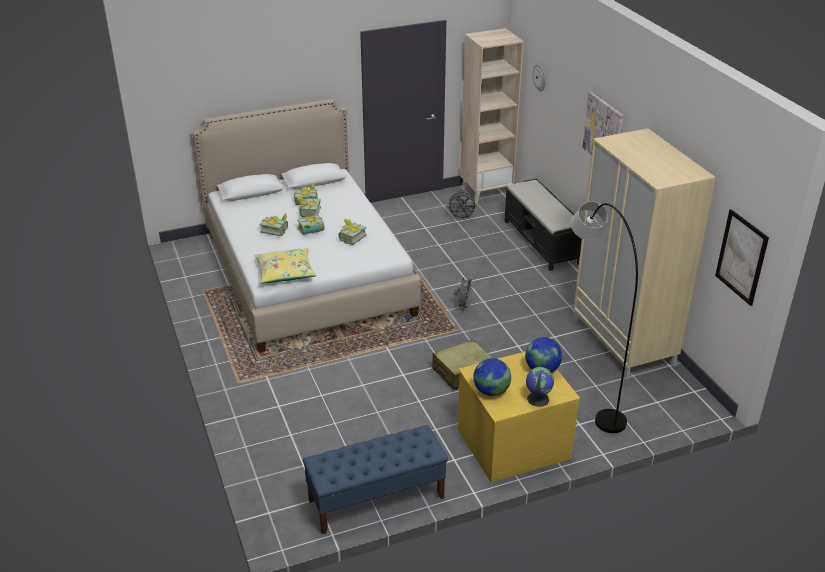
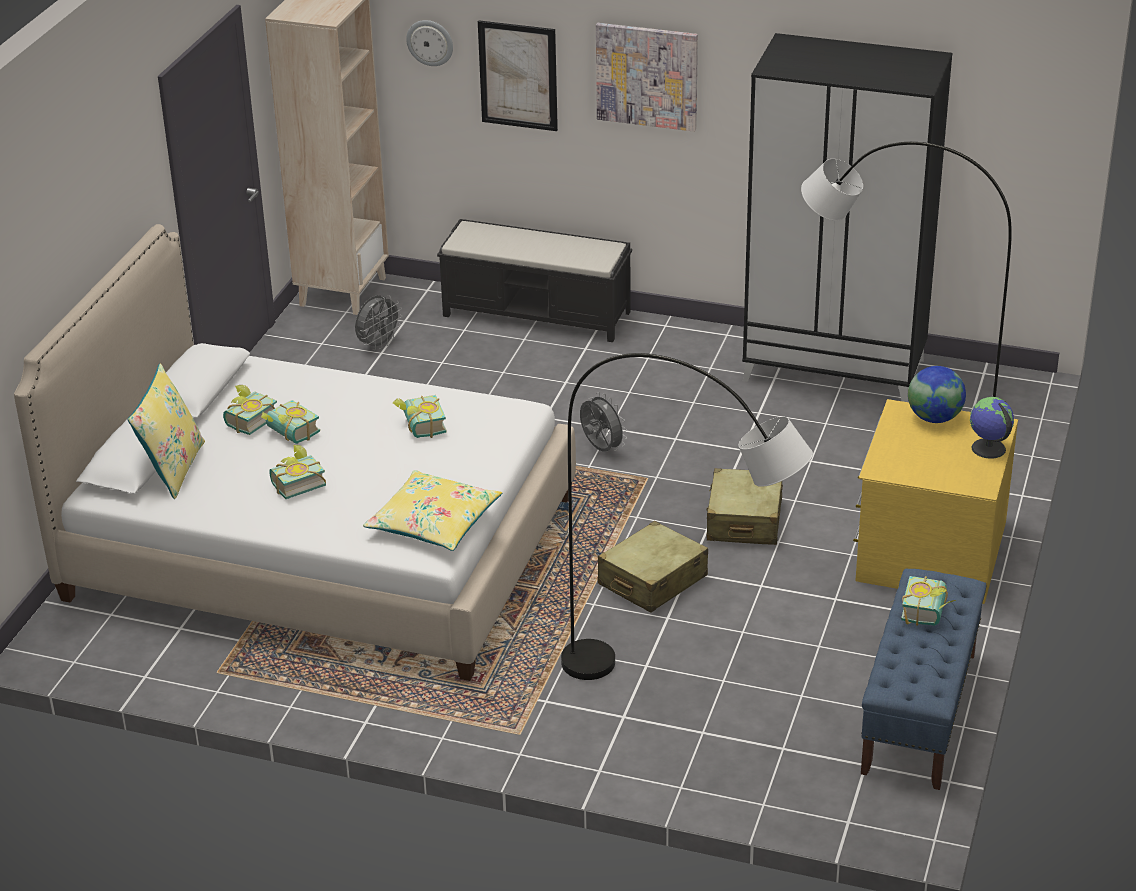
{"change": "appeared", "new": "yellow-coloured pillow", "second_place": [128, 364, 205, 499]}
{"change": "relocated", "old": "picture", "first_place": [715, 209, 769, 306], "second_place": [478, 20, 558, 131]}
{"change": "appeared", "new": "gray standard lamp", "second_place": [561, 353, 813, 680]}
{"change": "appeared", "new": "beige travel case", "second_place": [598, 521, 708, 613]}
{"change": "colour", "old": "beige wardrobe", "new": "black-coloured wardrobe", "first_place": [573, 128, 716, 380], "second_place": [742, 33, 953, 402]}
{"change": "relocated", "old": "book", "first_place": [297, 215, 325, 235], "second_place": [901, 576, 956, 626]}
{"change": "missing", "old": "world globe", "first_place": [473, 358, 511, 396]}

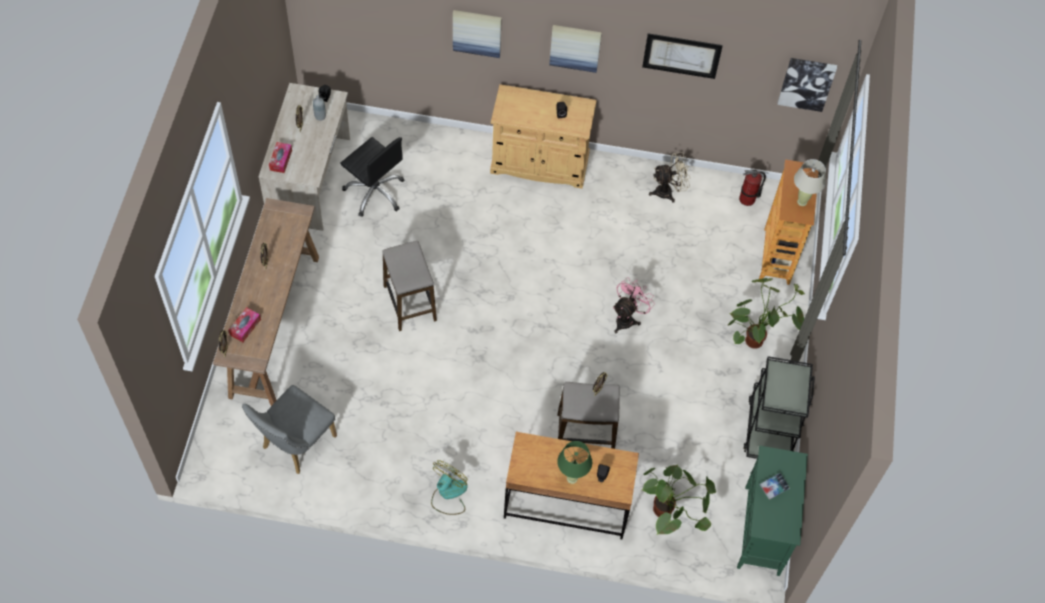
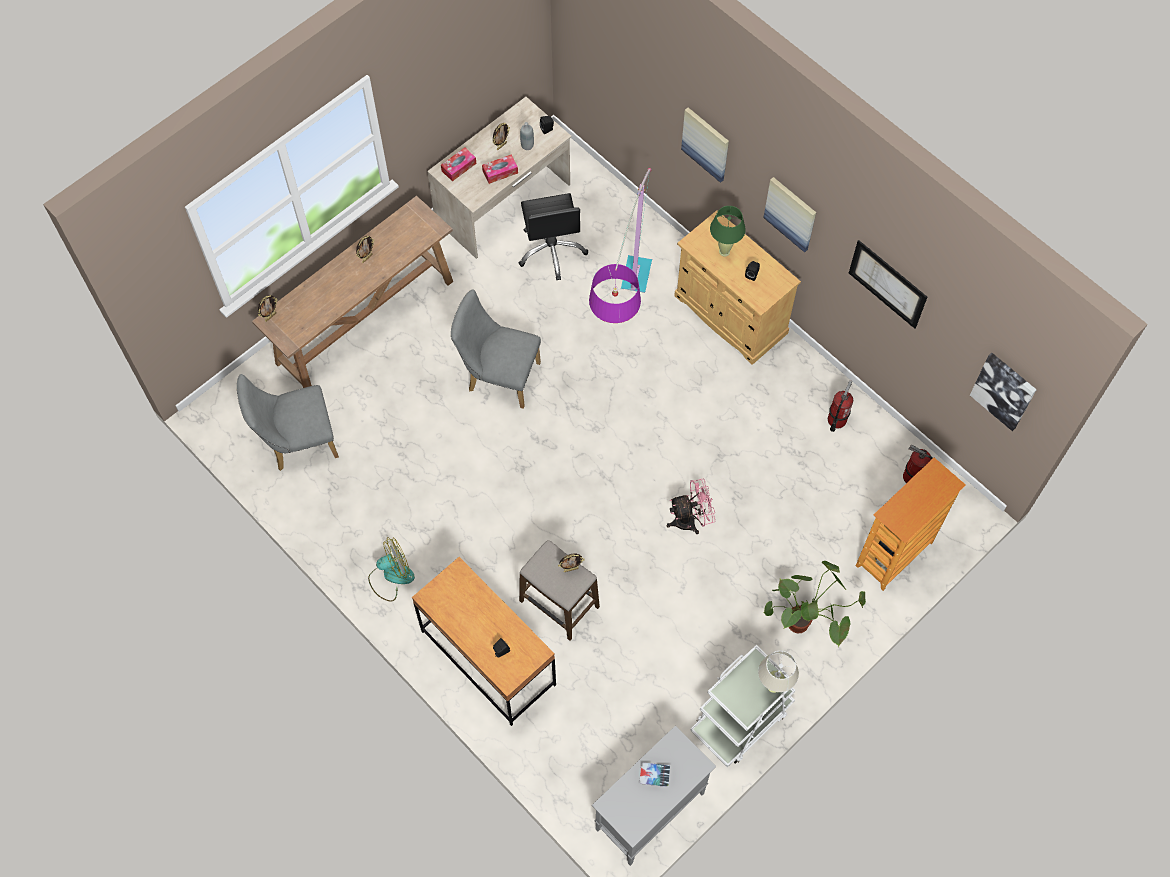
{"change": "exchanged", "old": "stool", "new": "gray chair", "first_place": [382, 241, 437, 331], "second_place": [451, 289, 541, 409]}
{"change": "relocated", "old": "box of tissues", "first_place": [228, 307, 261, 342], "second_place": [482, 155, 518, 184]}
{"change": "appeared", "new": "standard lamp", "second_place": [589, 168, 652, 323]}
{"change": "colour", "old": "greenish cabinet", "new": "gray cabinet", "first_place": [737, 446, 808, 576], "second_place": [592, 726, 716, 866]}
{"change": "colour", "old": "black-coloured cart", "new": "white-coloured cart", "first_place": [743, 356, 814, 459], "second_place": [691, 645, 795, 767]}
{"change": "relocated", "old": "greenish table lamp", "first_place": [557, 441, 592, 484], "second_place": [710, 206, 746, 256]}
{"change": "relocated", "old": "beige table lamp", "first_place": [794, 159, 826, 206], "second_place": [758, 651, 799, 693]}
{"change": "exchanged", "old": "beige electric fan", "new": "extinguisher", "first_place": [649, 152, 690, 203], "second_place": [828, 380, 853, 432]}
{"change": "missing", "old": "plant in a pot", "first_place": [642, 465, 716, 535]}

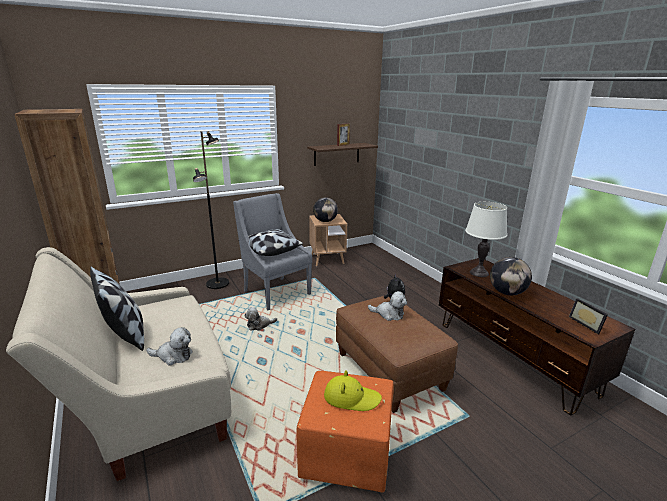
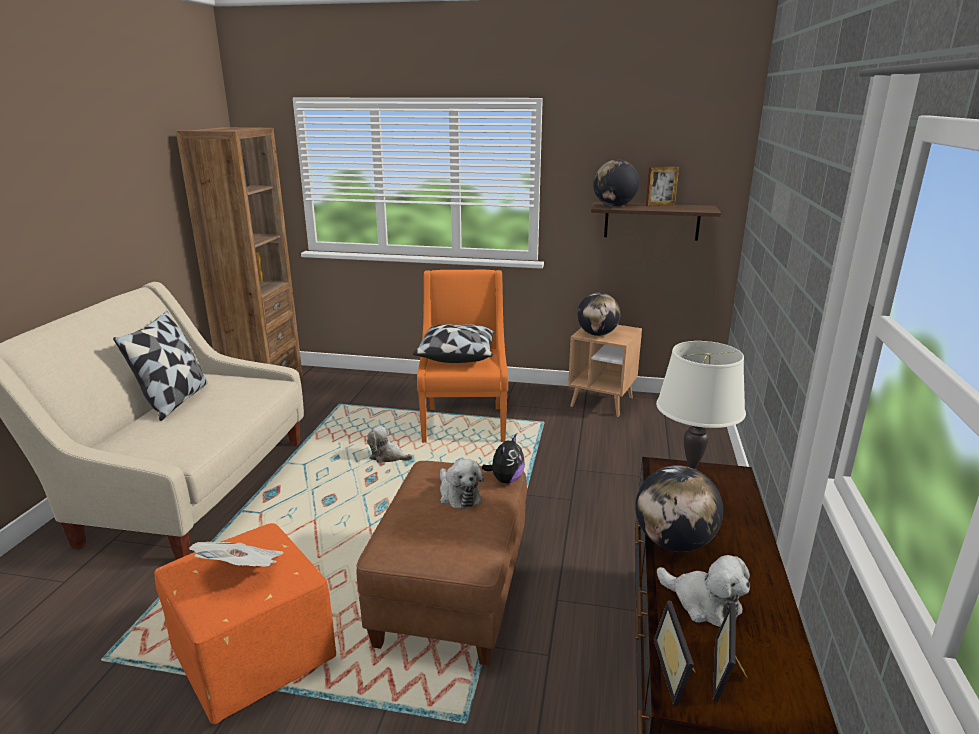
{"change": "exchanged", "old": "yellow-coloured hat", "new": "daily paper", "first_place": [324, 370, 382, 411], "second_place": [189, 542, 284, 567]}
{"change": "colour", "old": "gray easy chair", "new": "orange easy chair", "first_place": [233, 193, 312, 310], "second_place": [417, 270, 508, 443]}
{"change": "appeared", "new": "world globe", "second_place": [593, 160, 639, 207]}
{"change": "appeared", "new": "standing frame", "second_place": [654, 601, 696, 706]}
{"change": "relocated", "old": "plush toy", "first_place": [146, 327, 193, 365], "second_place": [657, 555, 750, 627]}
{"change": "missing", "old": "black-coloured standard lamp", "first_place": [193, 131, 229, 289]}

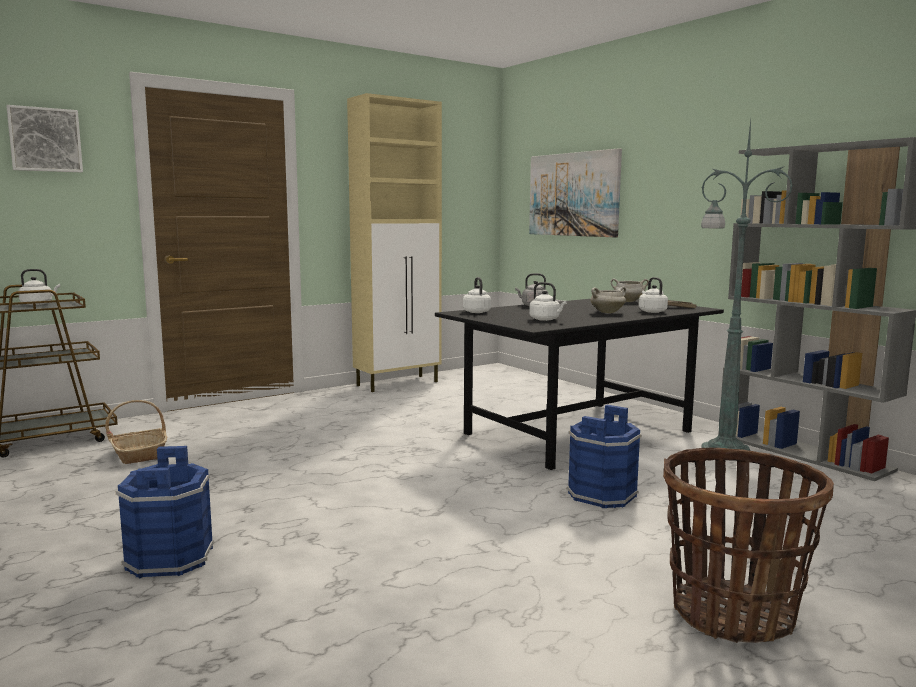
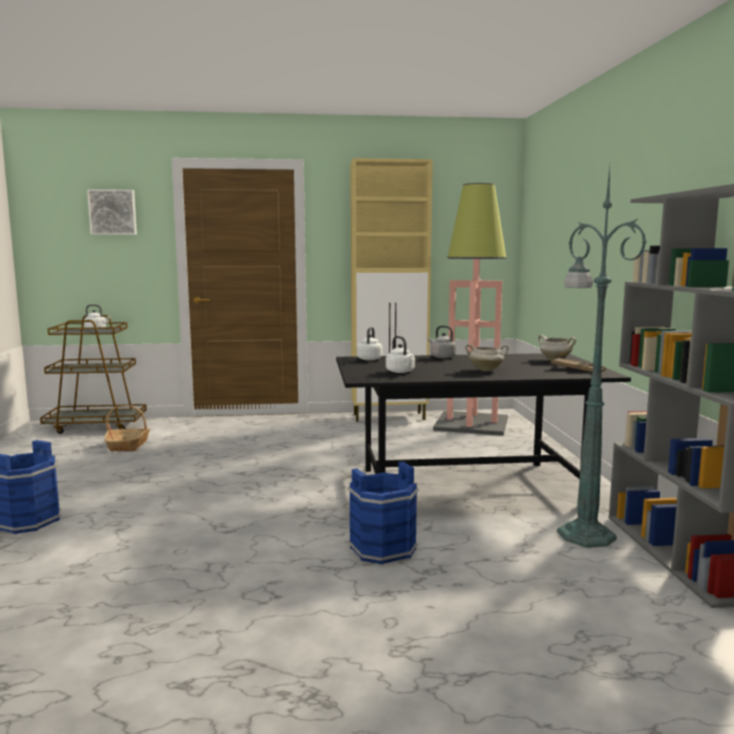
{"change": "appeared", "new": "standard lamp", "second_place": [433, 183, 508, 436]}
{"change": "missing", "old": "picture", "first_place": [529, 148, 622, 237]}
{"change": "missing", "old": "white-coloured water kettle", "first_place": [639, 277, 668, 313]}
{"change": "missing", "old": "basket", "first_place": [663, 448, 834, 643]}

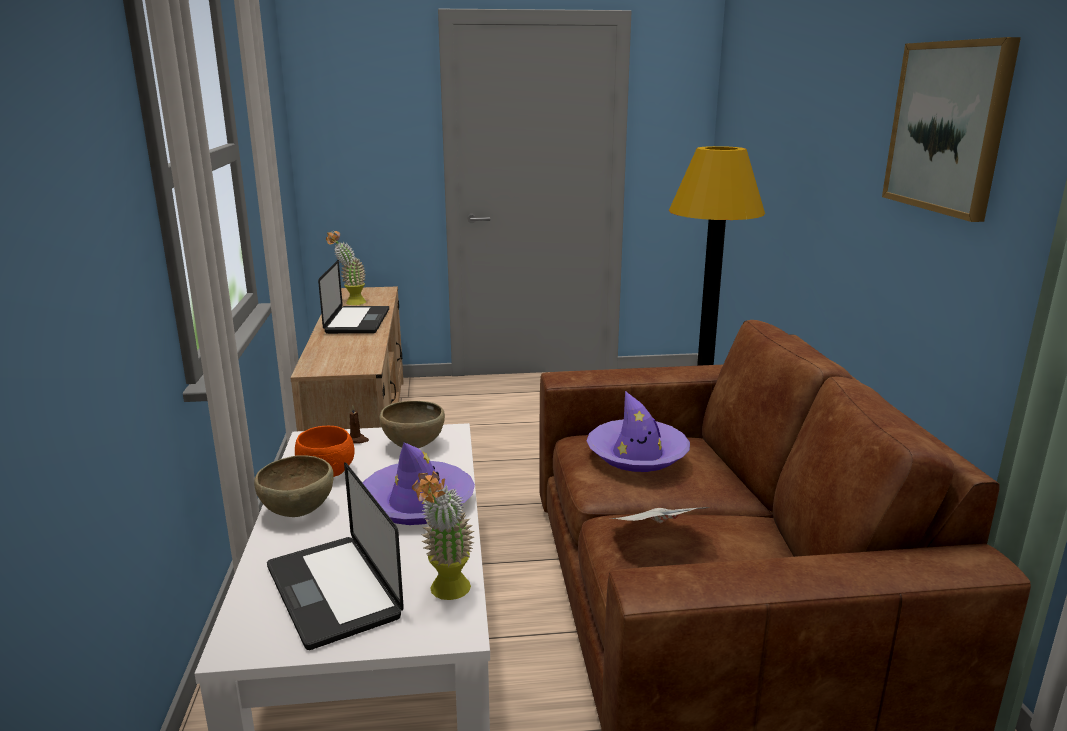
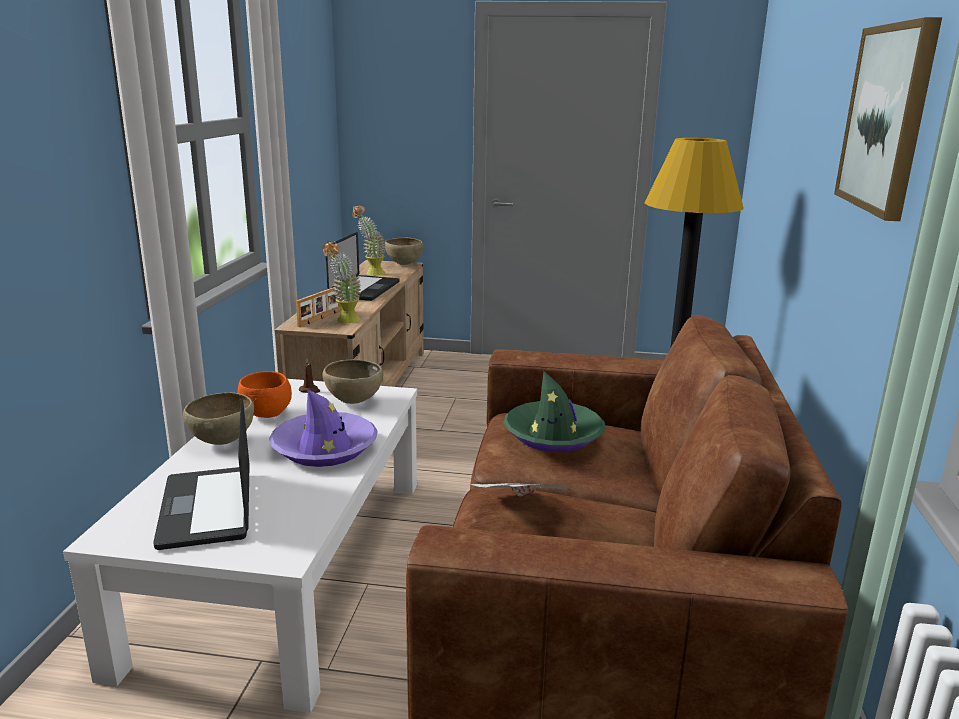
{"change": "appeared", "new": "standing frame", "second_place": [296, 287, 342, 327]}
{"change": "relocated", "old": "plant in a pot", "first_place": [412, 470, 474, 600], "second_place": [322, 241, 361, 323]}
{"change": "appeared", "new": "brownish serving bowl", "second_place": [385, 237, 423, 265]}
{"change": "colour", "old": "purplish hat", "new": "greenish hat", "first_place": [587, 391, 690, 472], "second_place": [503, 371, 605, 452]}

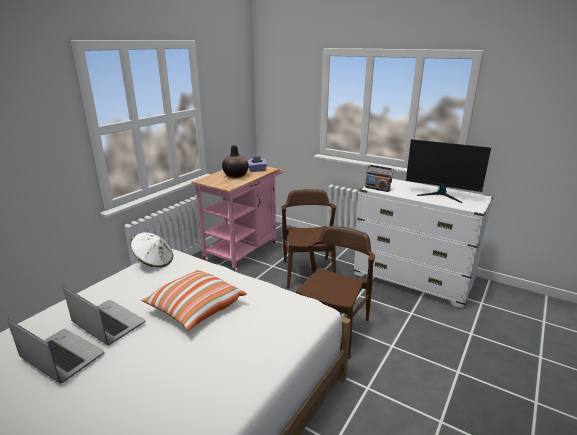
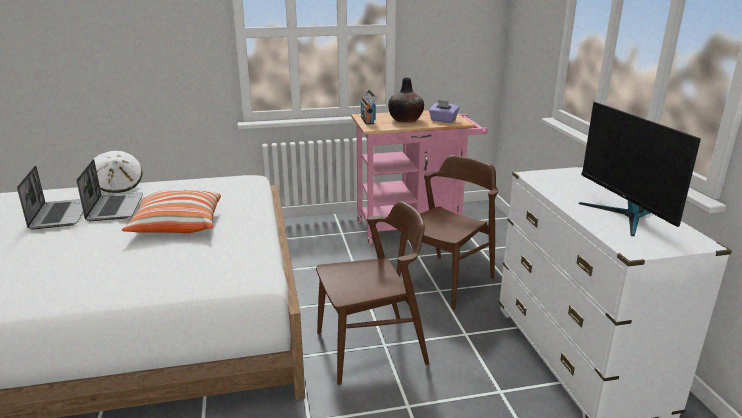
{"change": "relocated", "old": "white-coloured hat", "first_place": [130, 232, 173, 268], "second_place": [94, 151, 143, 193]}
{"change": "relocated", "old": "radio set", "first_place": [365, 165, 394, 192], "second_place": [361, 90, 376, 125]}

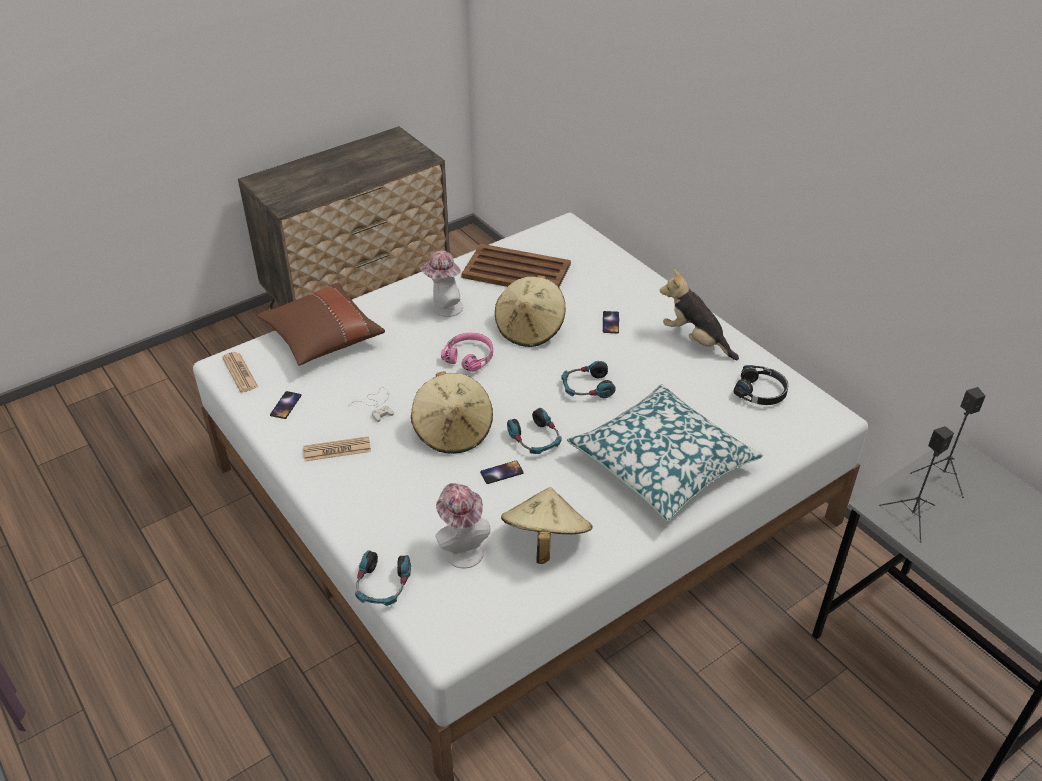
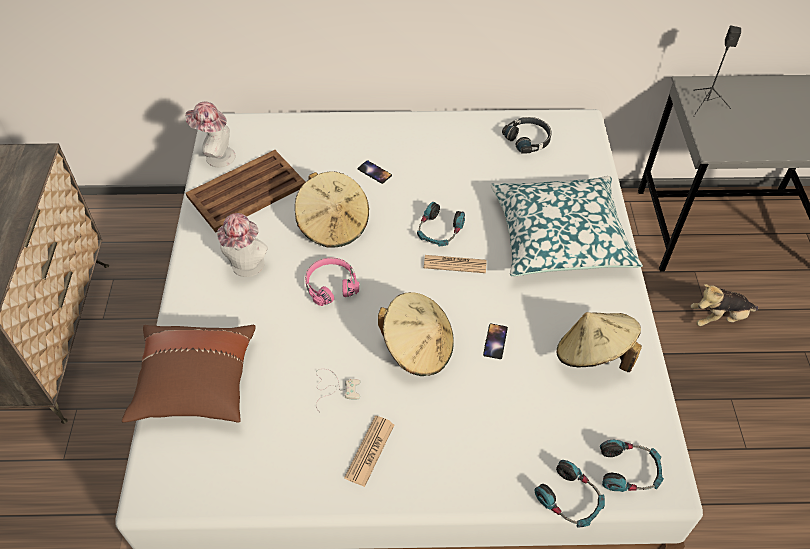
{"change": "relocated", "old": "hat", "first_place": [435, 483, 491, 568], "second_place": [185, 102, 236, 167]}
{"change": "relocated", "old": "daily paper", "first_place": [222, 352, 258, 392], "second_place": [424, 255, 487, 273]}
{"change": "relocated", "old": "pair of headphones", "first_place": [507, 408, 562, 454], "second_place": [600, 440, 664, 492]}
{"change": "relocated", "old": "plush toy", "first_place": [660, 269, 739, 360], "second_place": [691, 284, 758, 326]}
{"change": "missing", "old": "handset", "first_place": [270, 391, 301, 419]}
{"change": "missing", "old": "black-coloured loudspeaker", "first_place": [879, 426, 954, 542]}

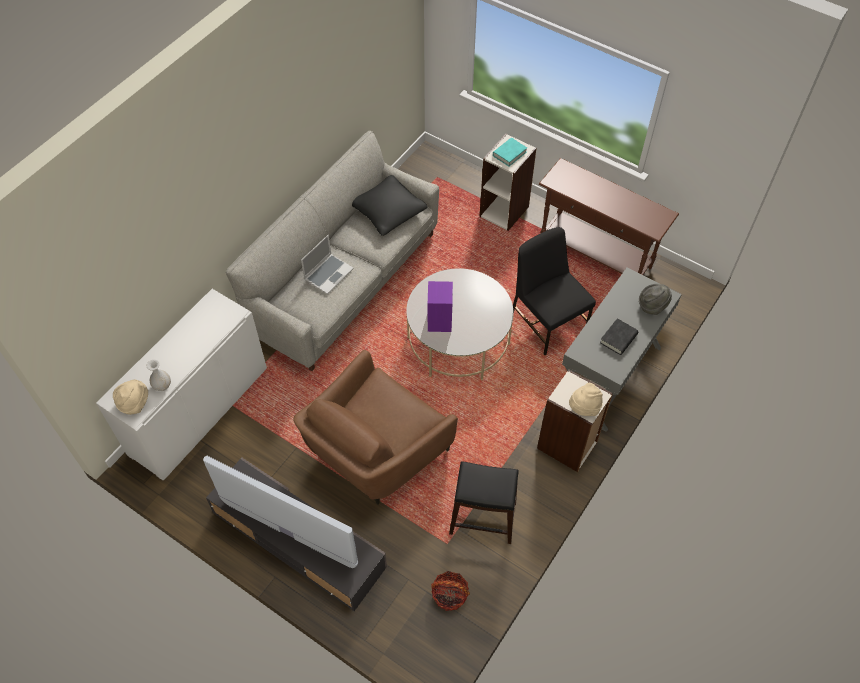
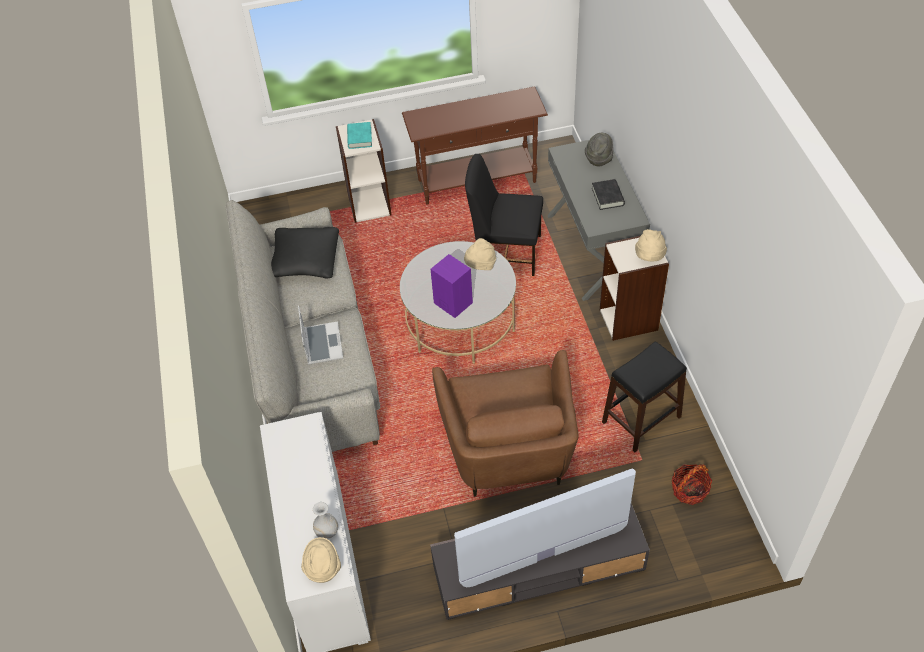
{"change": "appeared", "new": "beige hat", "second_place": [464, 238, 496, 270]}

